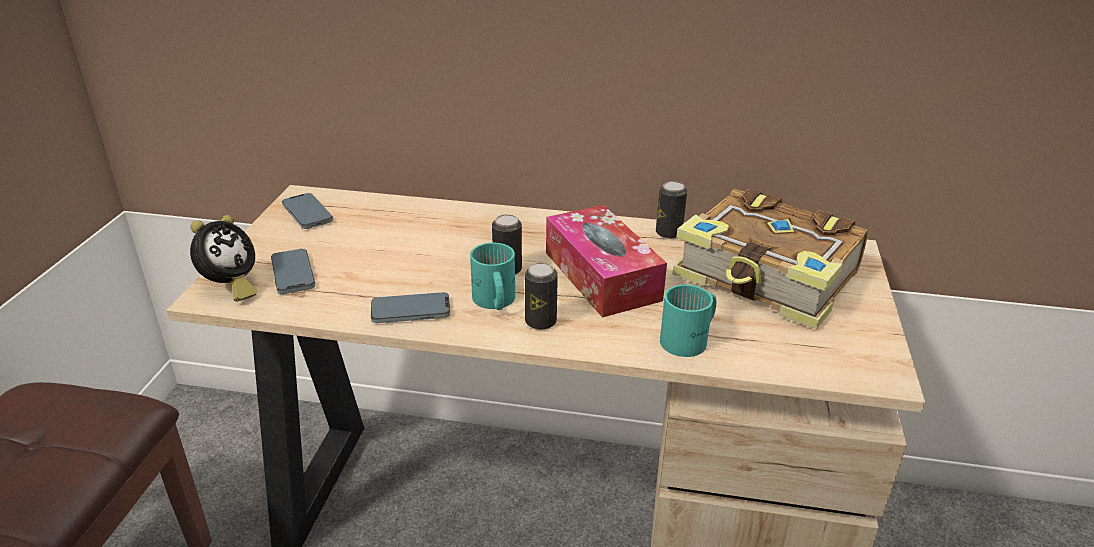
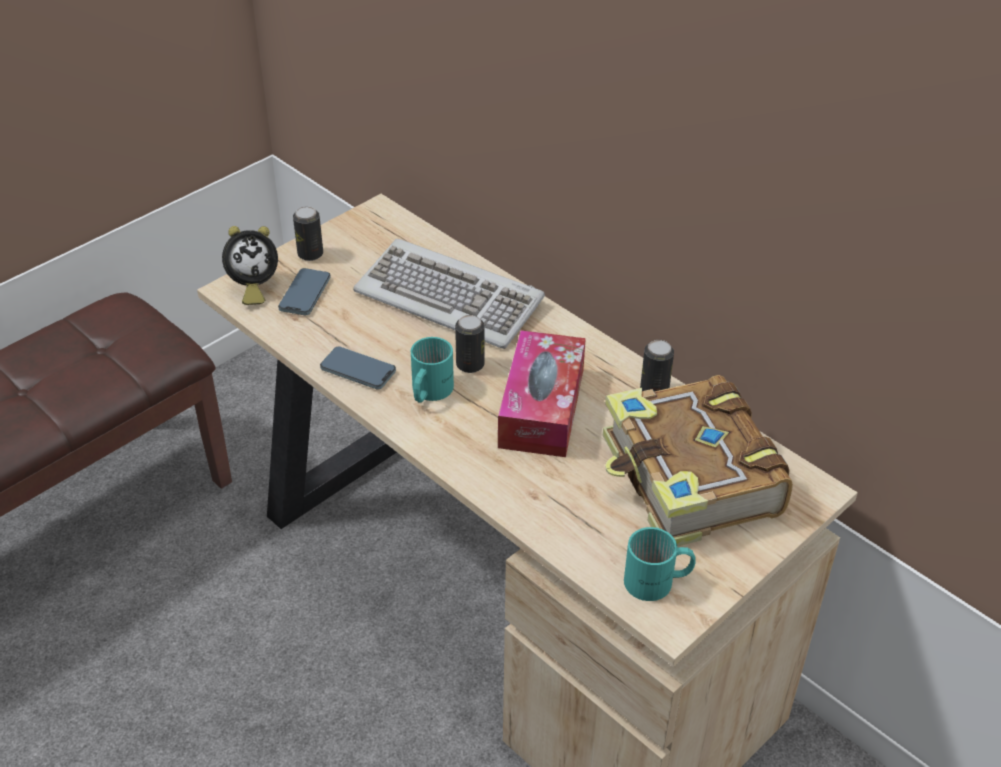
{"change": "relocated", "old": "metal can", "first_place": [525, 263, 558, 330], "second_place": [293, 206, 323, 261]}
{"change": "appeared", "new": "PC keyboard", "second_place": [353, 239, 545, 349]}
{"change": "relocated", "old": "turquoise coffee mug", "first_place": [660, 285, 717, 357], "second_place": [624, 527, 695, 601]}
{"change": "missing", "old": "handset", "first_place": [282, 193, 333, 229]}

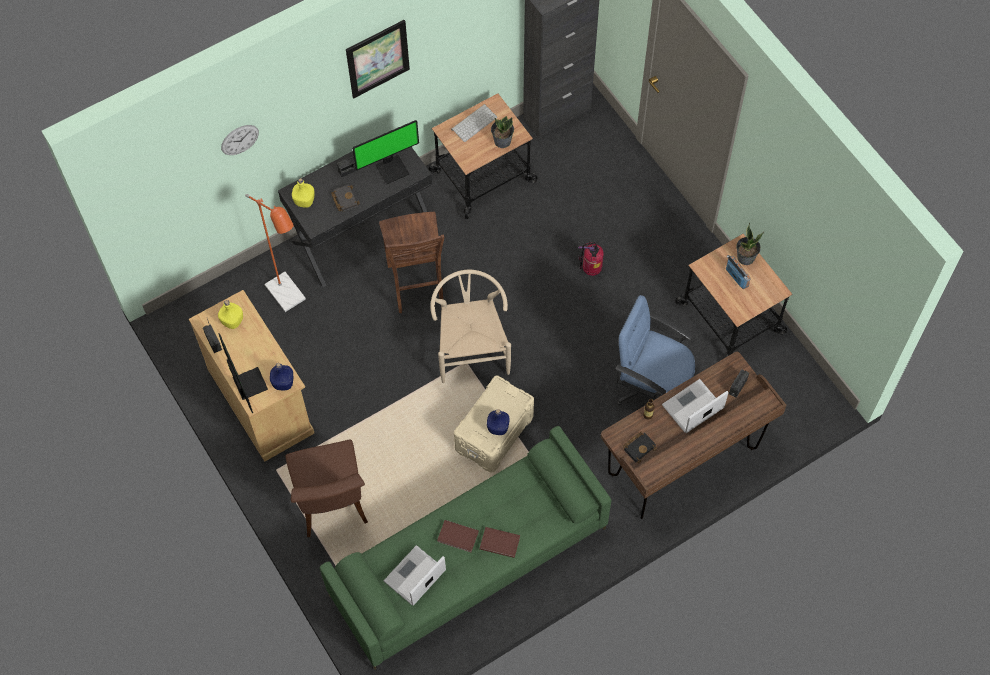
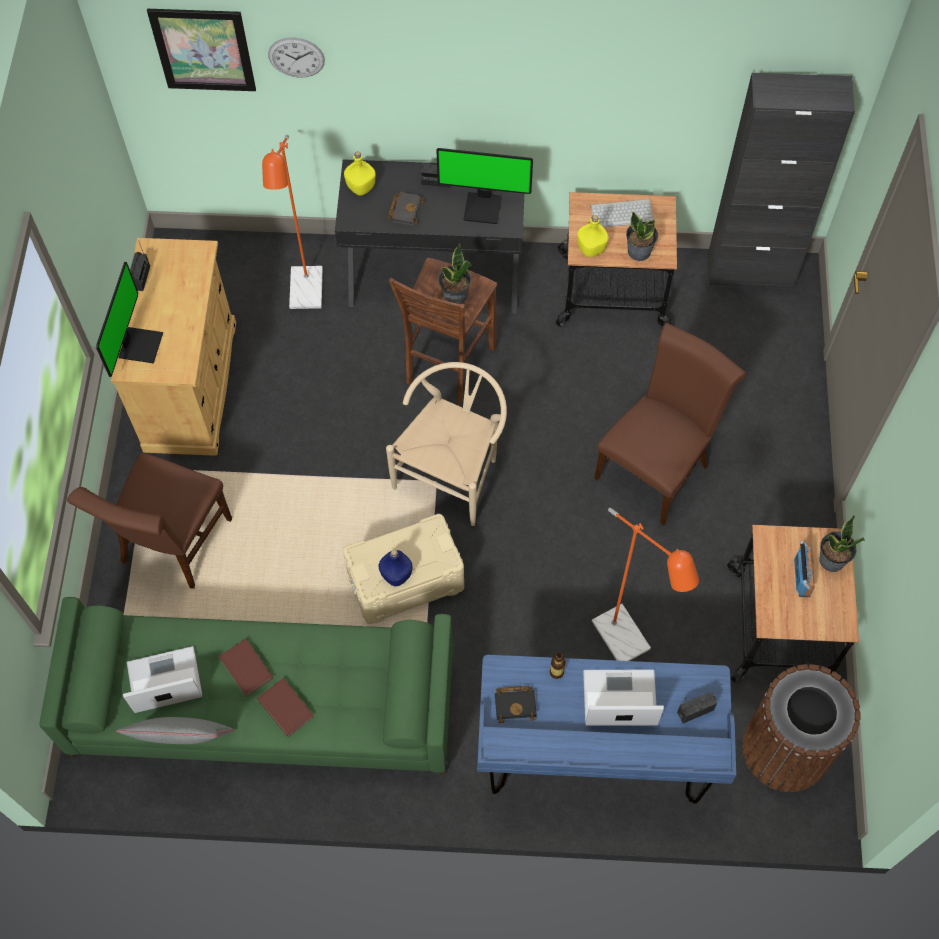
{"change": "appeared", "new": "gray pillow", "second_place": [116, 717, 235, 744]}
{"change": "relocated", "old": "picture", "first_place": [346, 20, 410, 98], "second_place": [147, 9, 256, 91]}
{"change": "appeared", "new": "plant in a pot", "second_place": [438, 243, 472, 304]}
{"change": "colour", "old": "brownish desk", "new": "bluish desk", "first_place": [601, 352, 786, 519], "second_place": [477, 655, 736, 804]}
{"change": "relocated", "old": "yellow-coloured bottle", "first_place": [218, 300, 243, 329], "second_place": [577, 215, 609, 257]}
{"change": "exchanged", "old": "bluish desk chair", "new": "orange standard lamp", "first_place": [616, 295, 695, 406], "second_place": [592, 508, 699, 661]}
{"change": "exchanged", "old": "extinguisher", "new": "brownish chair", "first_place": [578, 242, 604, 276], "second_place": [594, 323, 746, 526]}
{"change": "appeared", "new": "brownish waste bin", "second_place": [742, 664, 861, 792]}
{"change": "missing", "old": "bluish bottle", "first_place": [270, 363, 293, 390]}

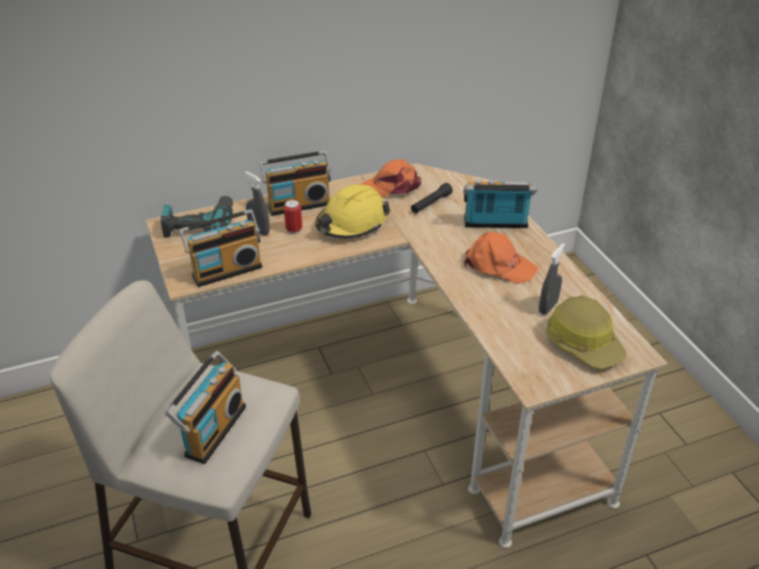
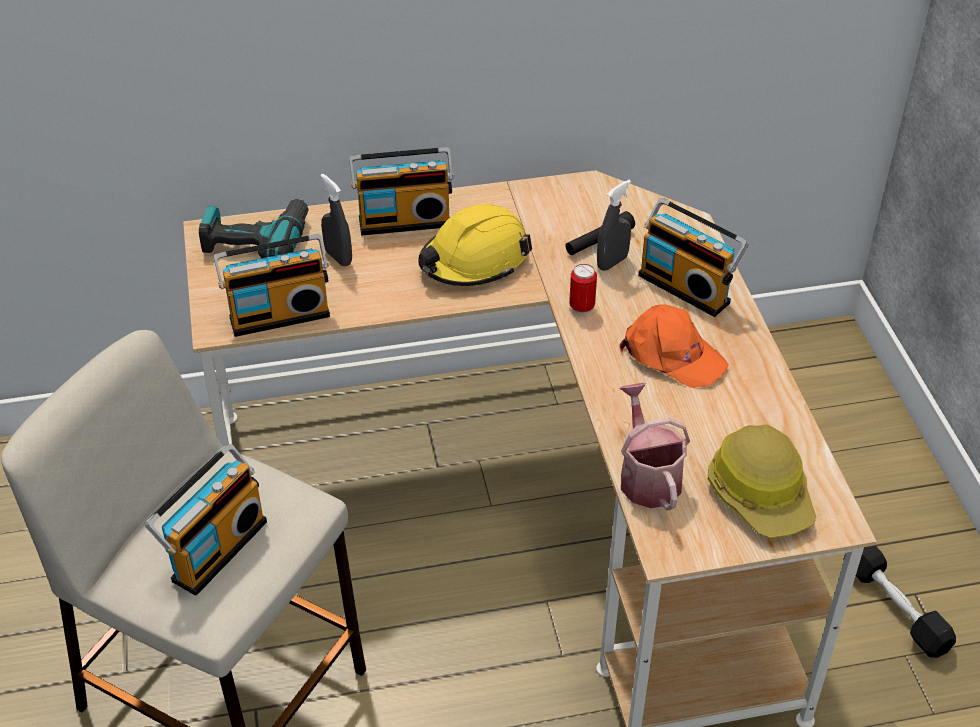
{"change": "relocated", "old": "metal can", "first_place": [284, 200, 302, 234], "second_place": [569, 264, 597, 314]}
{"change": "relocated", "old": "gray sprayer", "first_place": [539, 243, 565, 315], "second_place": [597, 180, 631, 271]}
{"change": "appeared", "new": "sprinkling can", "second_place": [619, 383, 690, 510]}
{"change": "spun", "old": "radio set", "first_place": [463, 180, 537, 228], "second_place": [638, 198, 749, 317], "degrees": -150}
{"change": "appeared", "new": "black-coloured hand weight", "second_place": [843, 545, 956, 658]}
{"change": "missing", "old": "orange peaked cap", "first_place": [360, 159, 421, 198]}

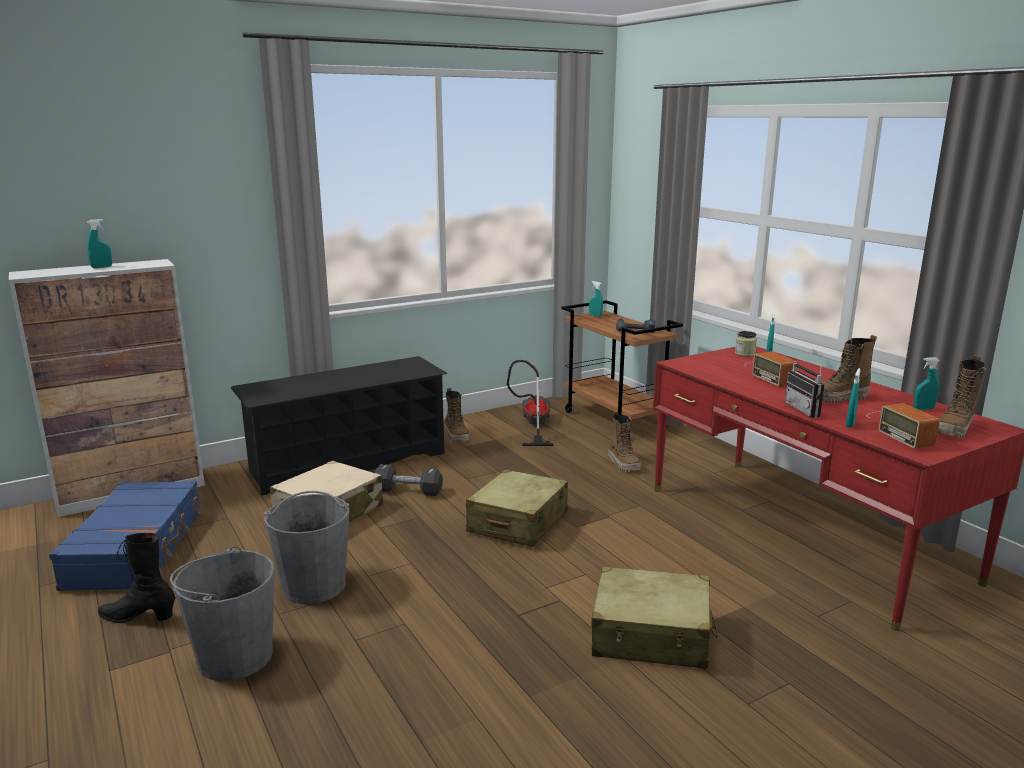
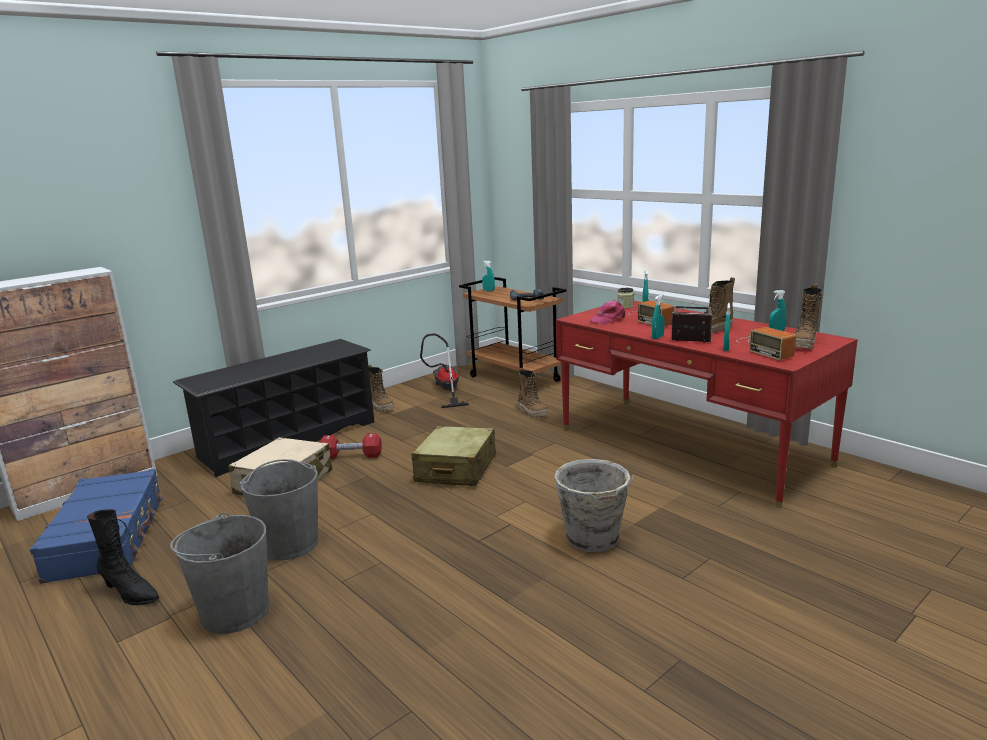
{"change": "spun", "old": "black-coloured tall boot", "first_place": [98, 533, 175, 623], "second_place": [87, 509, 159, 605], "degrees": -150}
{"change": "colour", "old": "black-coloured hand weight", "new": "reddish hand weight", "first_place": [374, 464, 443, 496], "second_place": [320, 433, 382, 459]}
{"change": "exchanged", "old": "beige travel case", "new": "gray water bucket", "first_place": [591, 567, 718, 669], "second_place": [554, 459, 634, 552]}
{"change": "appeared", "new": "pinkish peaked cap", "second_place": [588, 300, 625, 325]}
{"change": "relocated", "old": "turquoise sprayer", "first_place": [87, 219, 112, 268], "second_place": [652, 294, 665, 339]}
{"change": "spun", "old": "radio set", "first_place": [785, 357, 825, 418], "second_place": [671, 301, 712, 343], "degrees": 135}

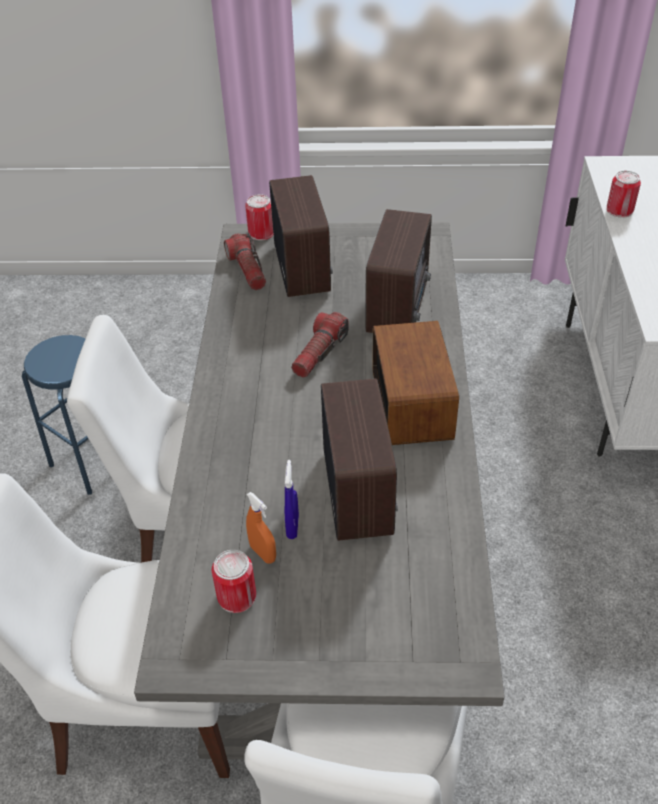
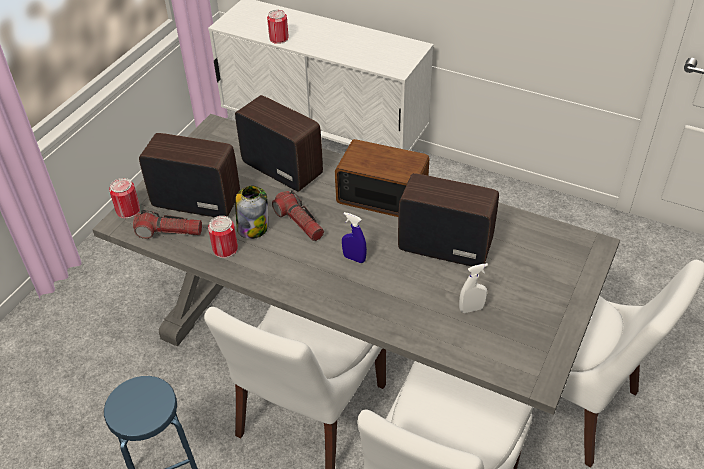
{"change": "relocated", "old": "metal can", "first_place": [212, 550, 256, 613], "second_place": [208, 216, 238, 258]}
{"change": "appeared", "new": "storage jar", "second_place": [235, 185, 268, 239]}
{"change": "relocated", "old": "bluish sprayer", "first_place": [284, 460, 299, 539], "second_place": [342, 212, 367, 263]}
{"change": "colour", "old": "orange sprayer", "new": "white-coloured sprayer", "first_place": [246, 492, 276, 563], "second_place": [459, 263, 488, 313]}

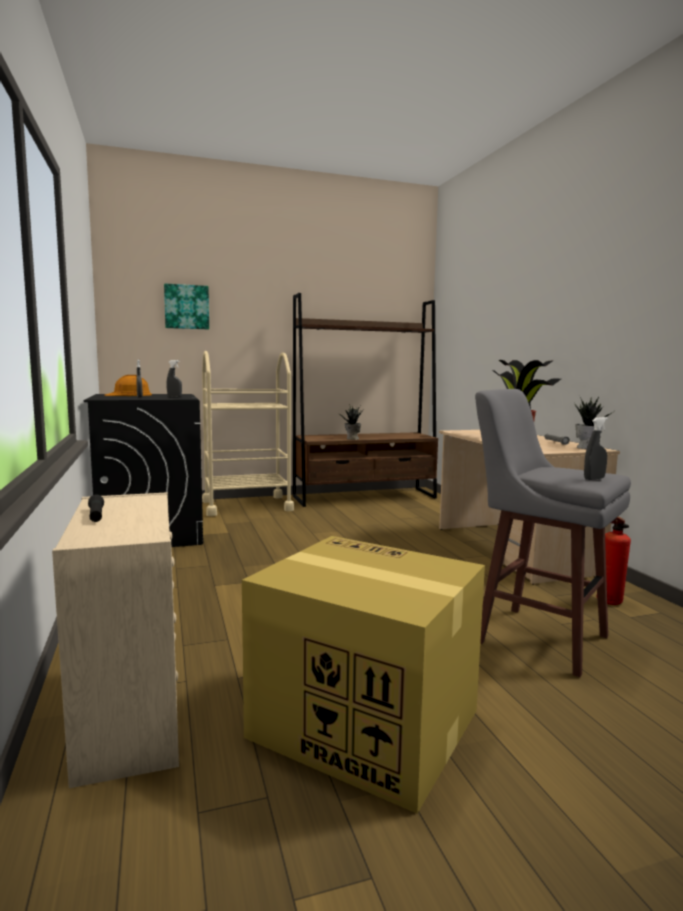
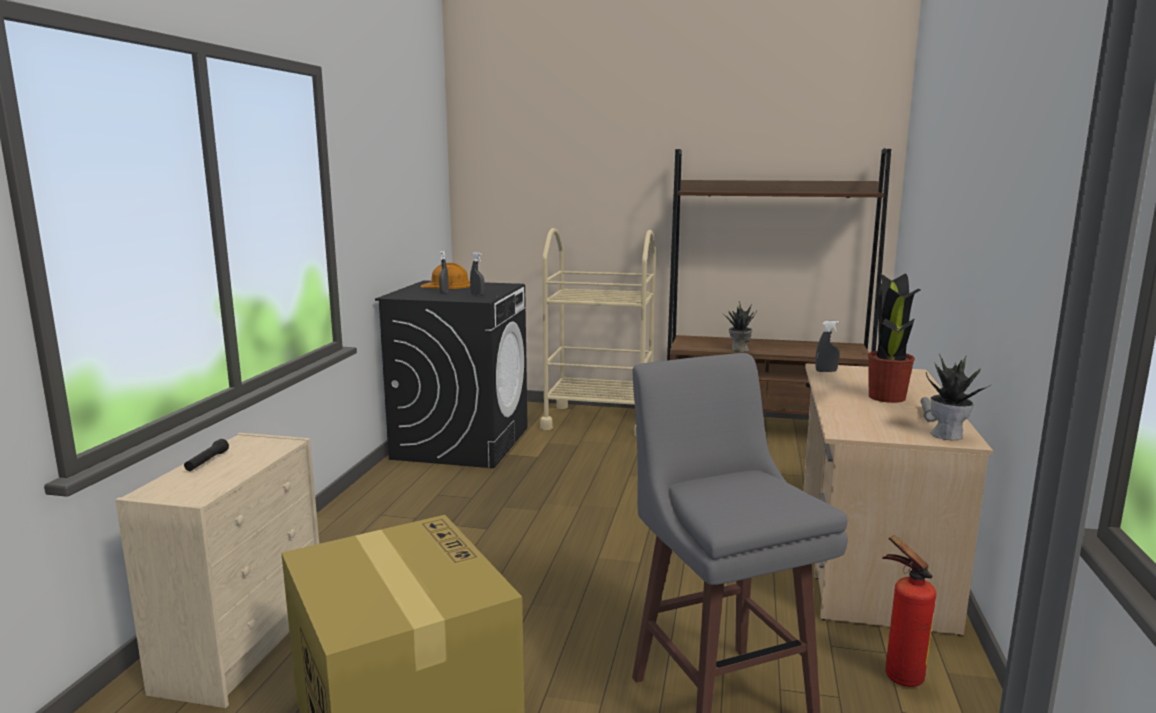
{"change": "relocated", "old": "gray sprayer", "first_place": [584, 417, 608, 480], "second_place": [815, 321, 839, 372]}
{"change": "missing", "old": "picture", "first_place": [164, 284, 209, 329]}

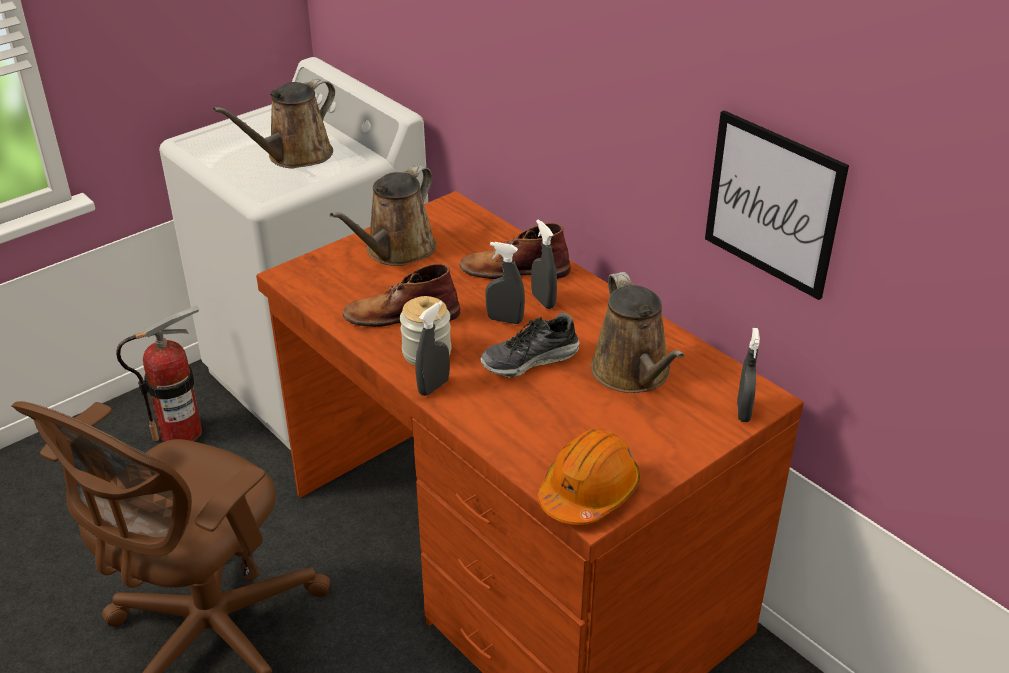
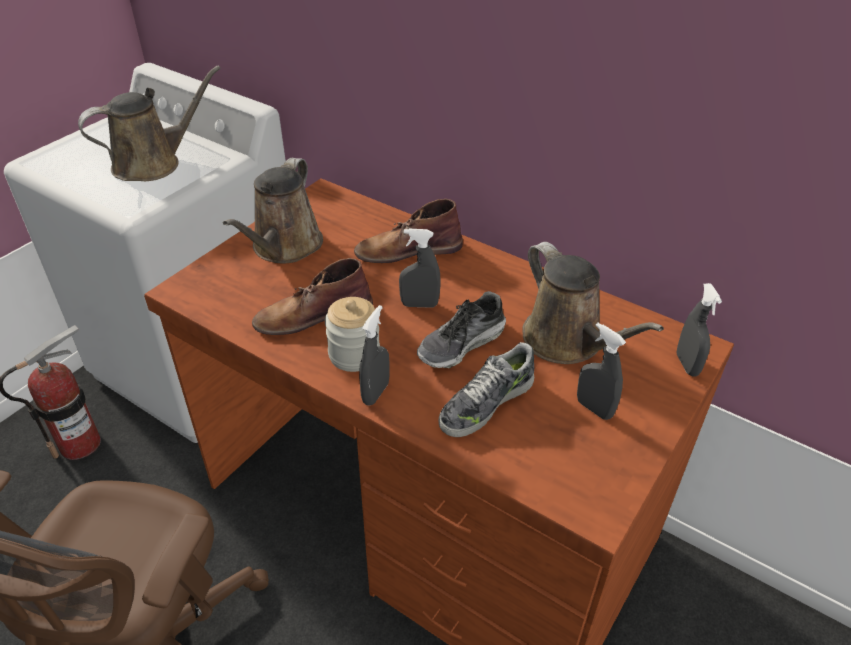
{"change": "spun", "old": "brownish sprinkling can", "first_place": [213, 79, 335, 168], "second_place": [78, 65, 221, 181], "degrees": -150}
{"change": "appeared", "new": "low shoe", "second_place": [439, 342, 534, 437]}
{"change": "relocated", "old": "gray sprayer", "first_place": [531, 219, 557, 309], "second_place": [577, 322, 626, 420]}
{"change": "missing", "old": "orange work helmet", "first_place": [537, 429, 640, 525]}
{"change": "missing", "old": "picture", "first_place": [705, 110, 849, 300]}

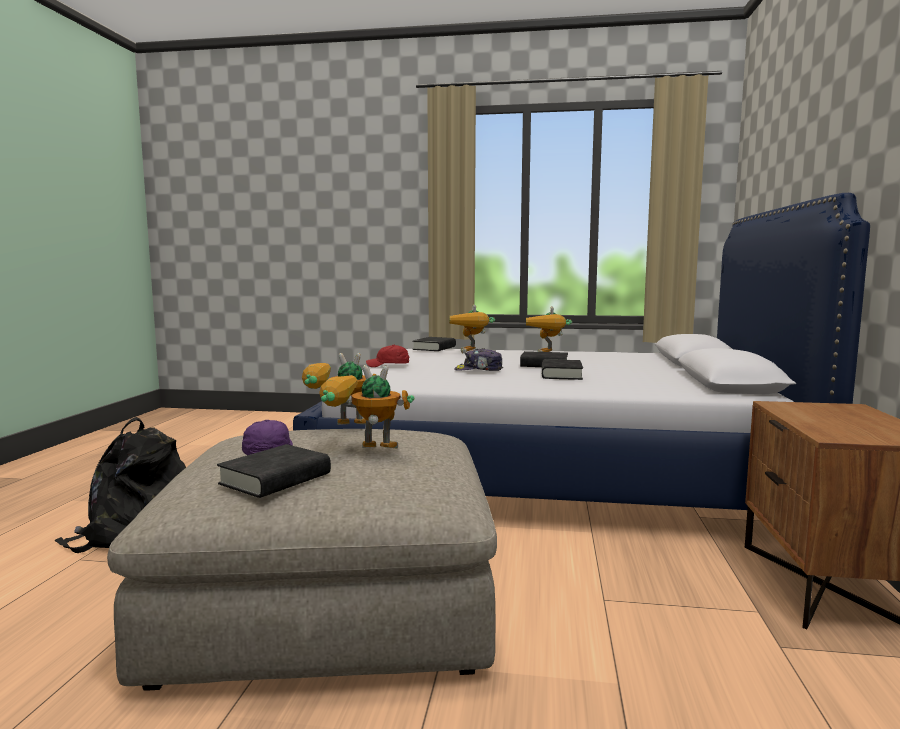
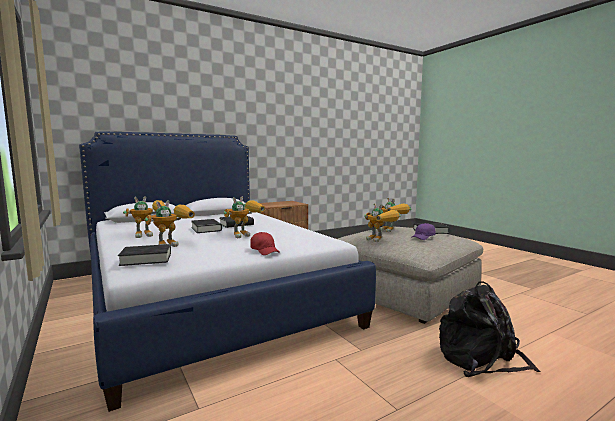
{"change": "exchanged", "old": "peaked cap", "new": "toy robot", "first_place": [454, 348, 503, 371], "second_place": [223, 197, 265, 238]}

